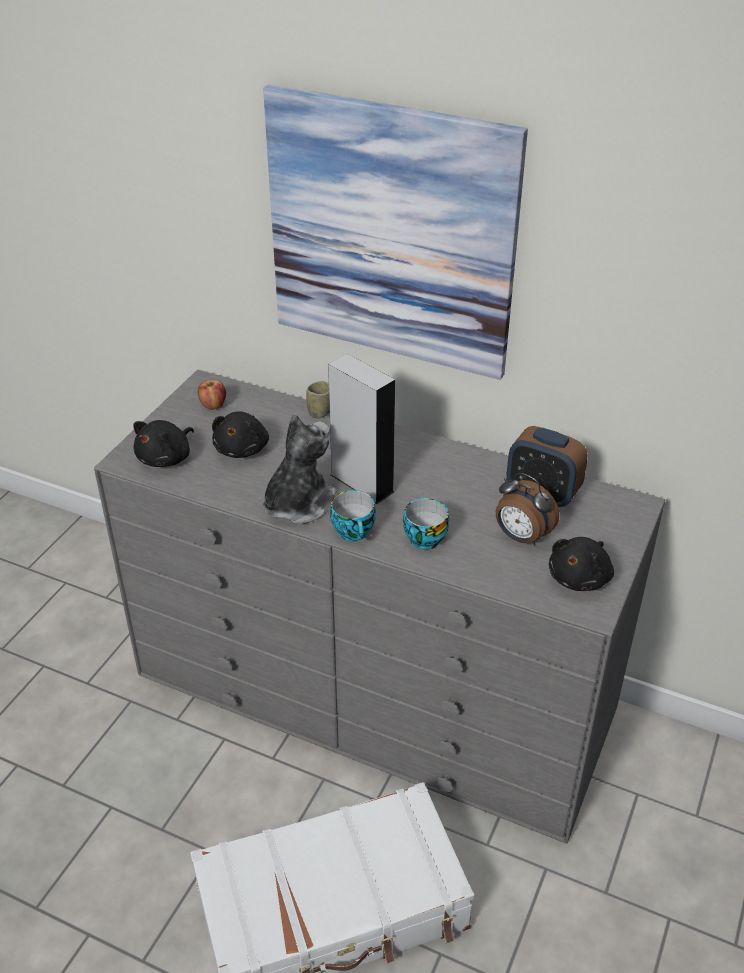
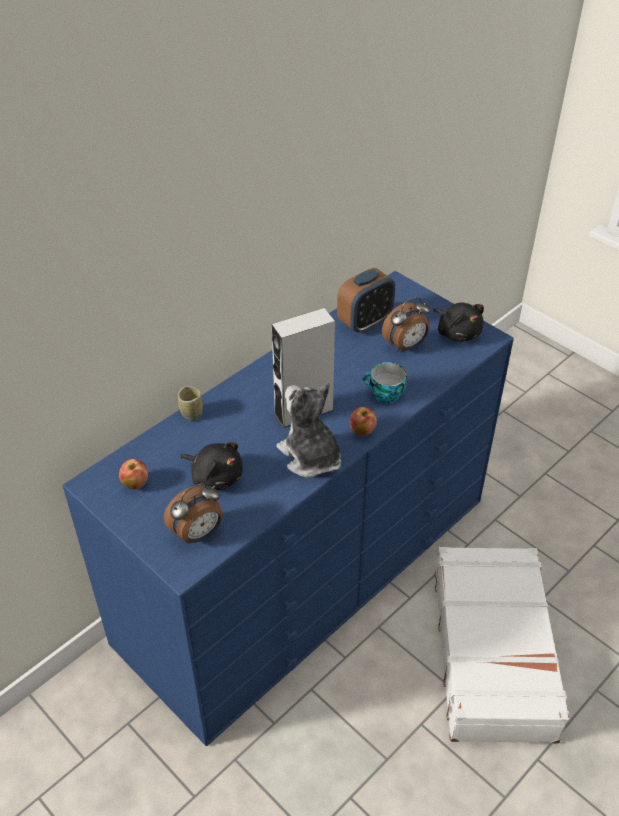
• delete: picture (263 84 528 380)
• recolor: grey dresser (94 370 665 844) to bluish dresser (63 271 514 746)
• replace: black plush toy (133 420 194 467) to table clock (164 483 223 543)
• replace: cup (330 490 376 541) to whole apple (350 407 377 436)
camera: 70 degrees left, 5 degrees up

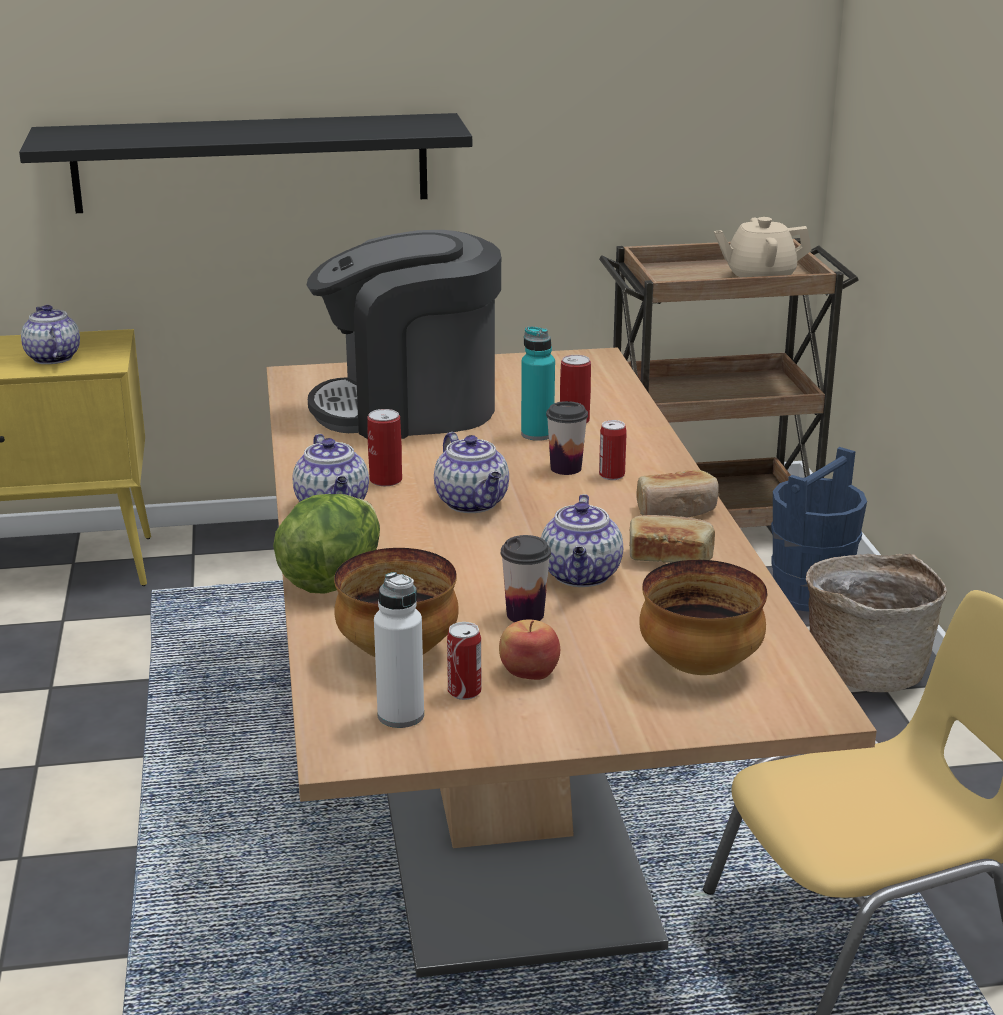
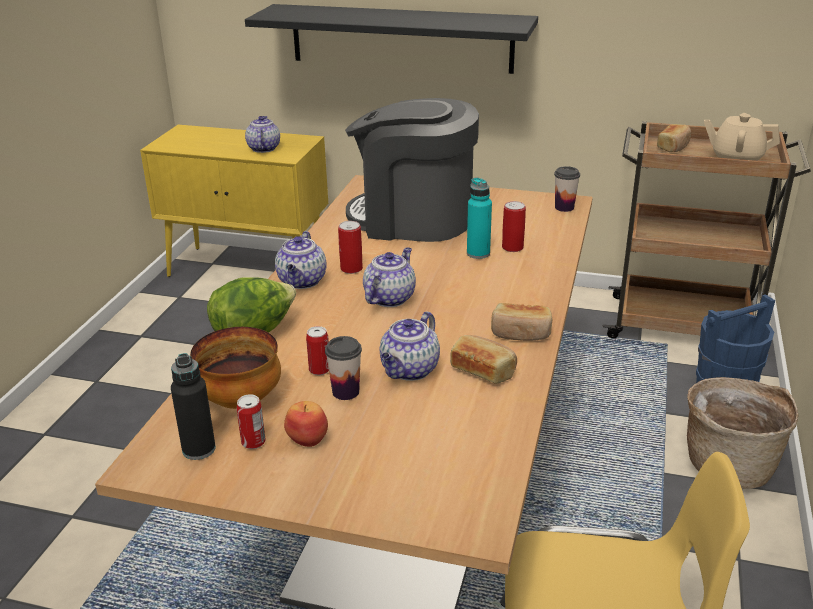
• move: cup (546 401 588 475) to (554 166 580 212)
• move: sealed can (599 420 627 480) to (306 326 329 375)
• rotate: teapot (434 432 509 513) = (363 247 416 307) 150 degrees counterclockwise
• delete: serving bowl (639 560 767 675)
• recolor: white beverage bottle (374 572 424 728) to black beverage bottle (171 353 216 460)
• insert: bread (657 124 691 152)
camera: 25 degrees right, 5 degrees up

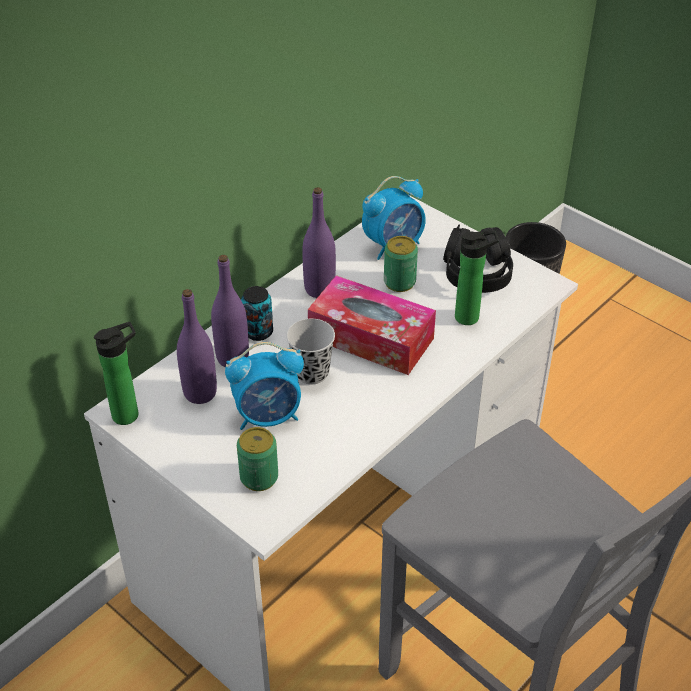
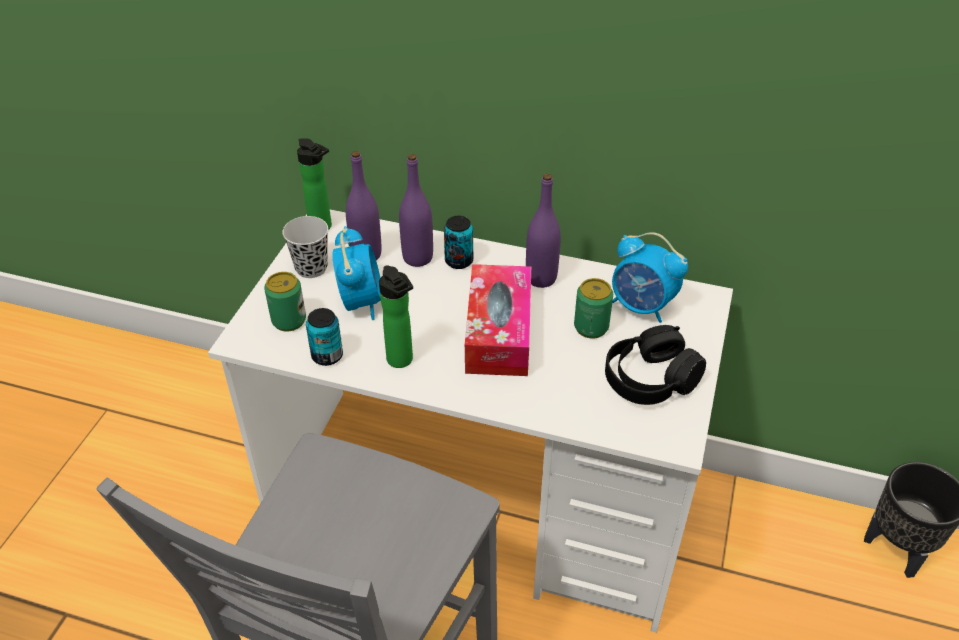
• move: beverage bottle (455 230 499 325) to (379 265 413 368)
• move: black cup (286 319 335 384) to (282 216 328 278)
• rotate: table clock (225 342 304 430) = (333 226 381 320) 150 degrees counterclockwise
• insert: sealed can (306 308 343 366)
camera: 65 degrees right, 0 degrees up

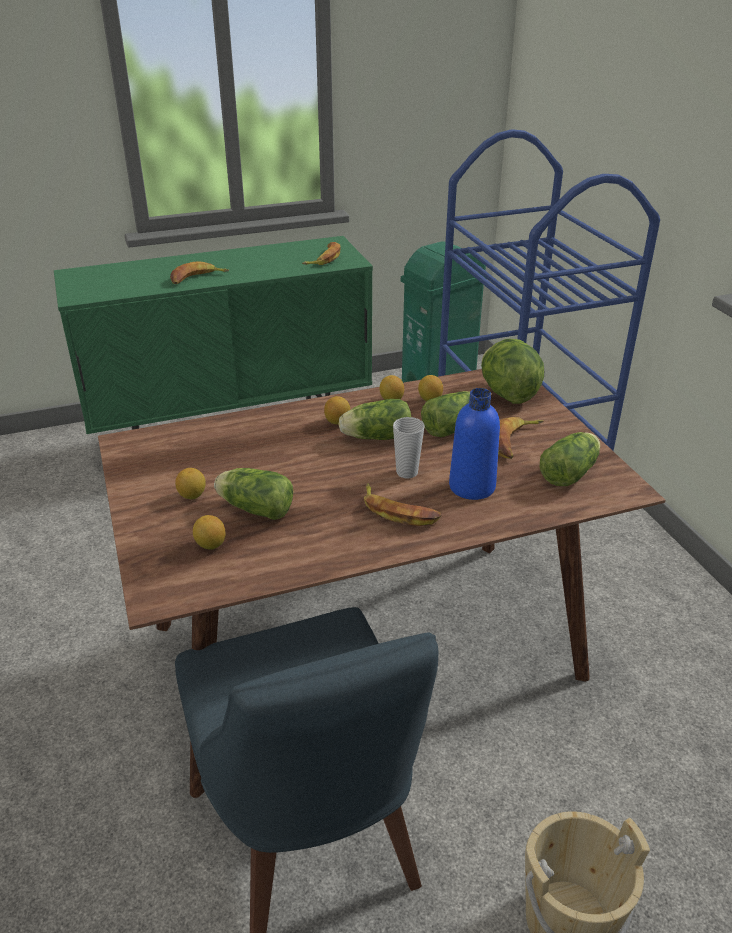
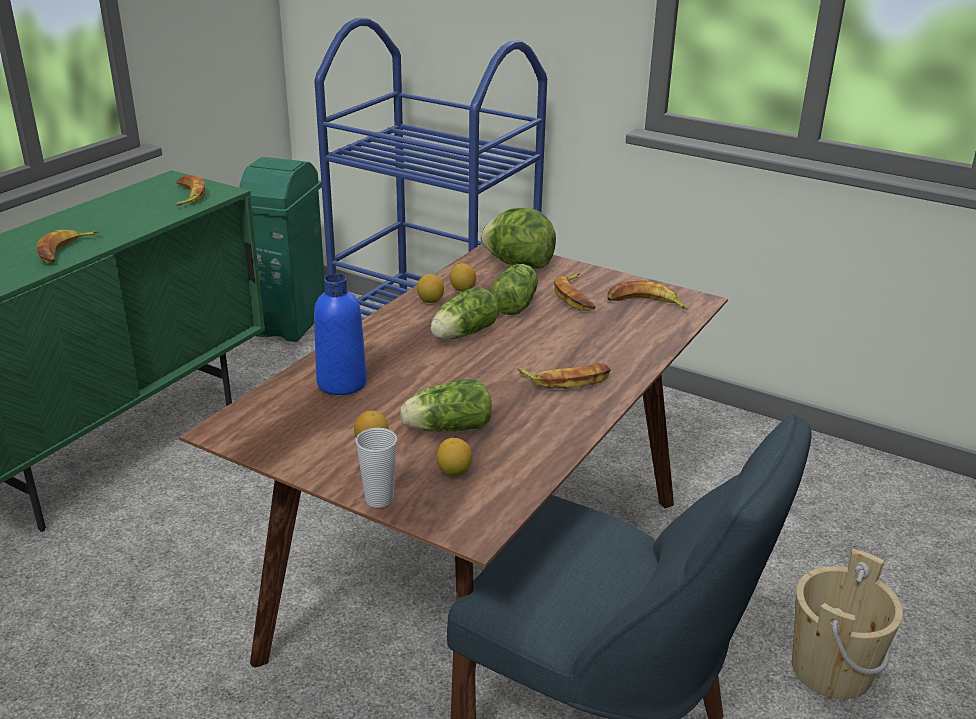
• move: bluish beverage bottle (449 388 500 500) to (314 274 367 395)
• delete: whole lemon (324 396 350 424)
• move: cup (393 417 425 479) to (356 427 397 508)
• replace: head of lettuce (540 432 600 486) to banana (607 280 688 310)
camera: 40 degrees left, 5 degrees down

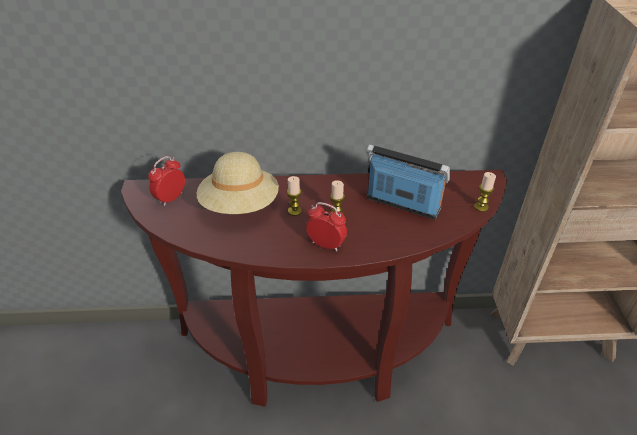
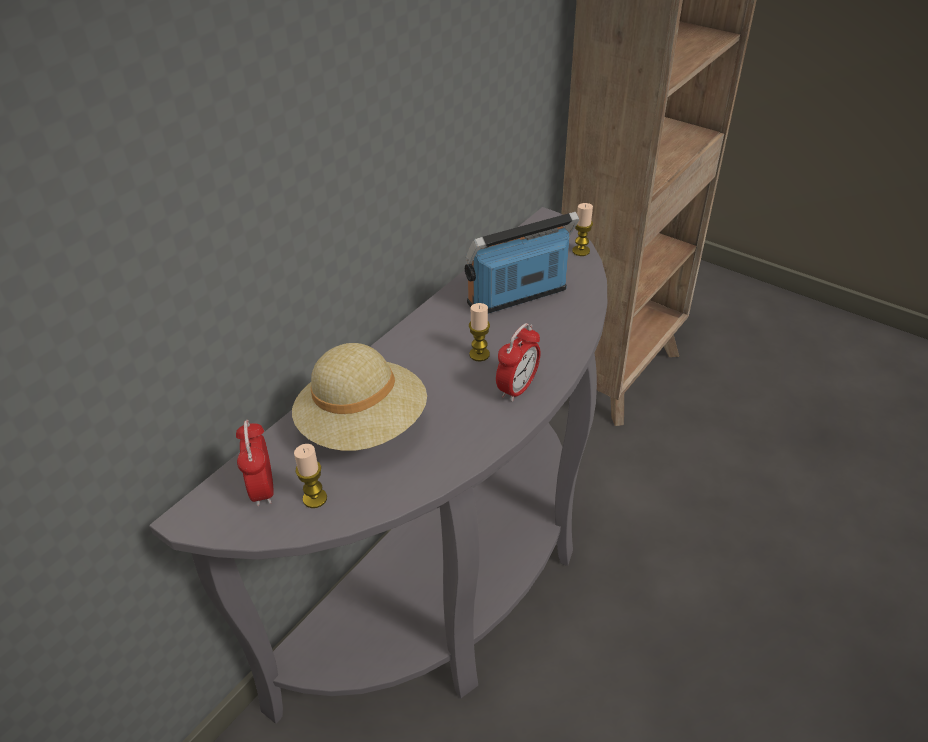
• recolor: brown hall table (121 170 507 407) to grey hall table (149 207 607 724)
• move: wax candle (287 176 302 216) to (294 444 327 508)
• rotate: table clock (306 202 347 251) = (496 323 540 402) 150 degrees clockwise
camera: 50 degrees left, 0 degrees up

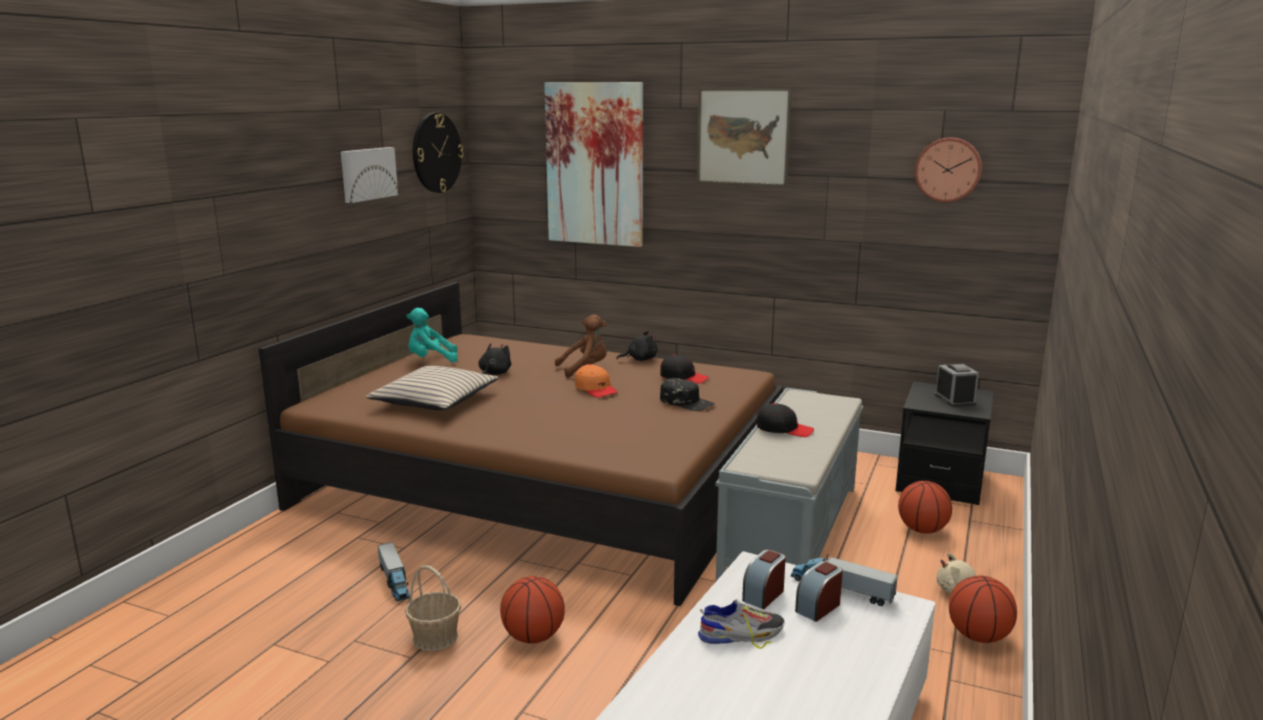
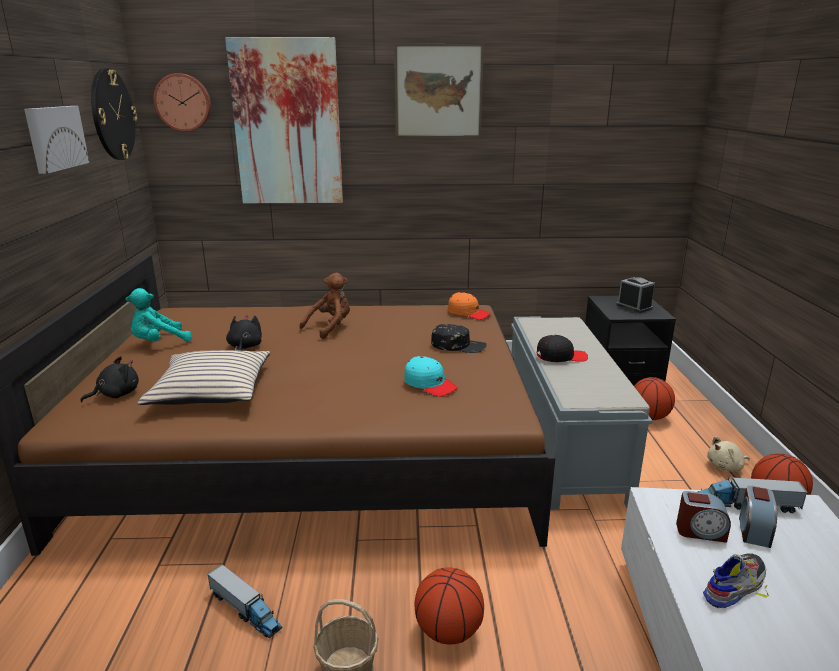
• move: wall clock (915 137 982 202) to (153 73 211 132)
• move: black plush toy (617 331 658 361) to (80 356 139 402)
• delete: black peaked cap (660 354 709 384)
• move: orangey peaked cap (575 364 618 398) to (448 292 491 320)
• rotate: table clock (742 550 786 609) = (676 491 731 543) 90 degrees counterclockwise
• insert: blue-green peaked cap (404 356 458 397)
camera: 25 degrees left, 5 degrees up

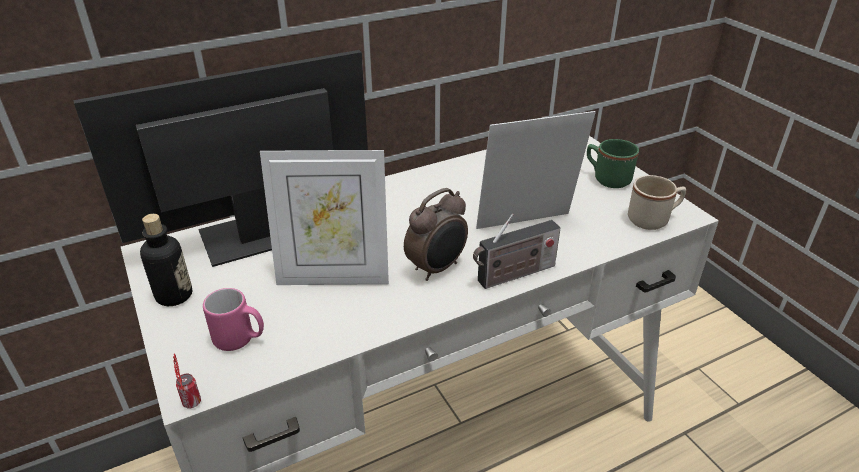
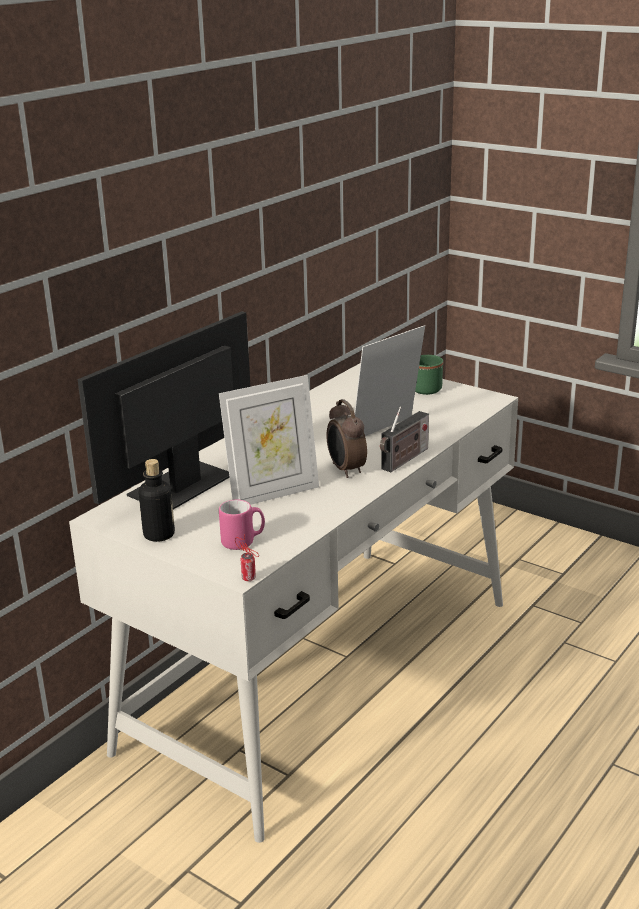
• delete: sand-coloured coffee mug (628 175 686 230)
• rotate: table clock (404 188 468 281) = (326 399 367 478) 135 degrees clockwise
camera: 25 degrees left, 10 degrees down

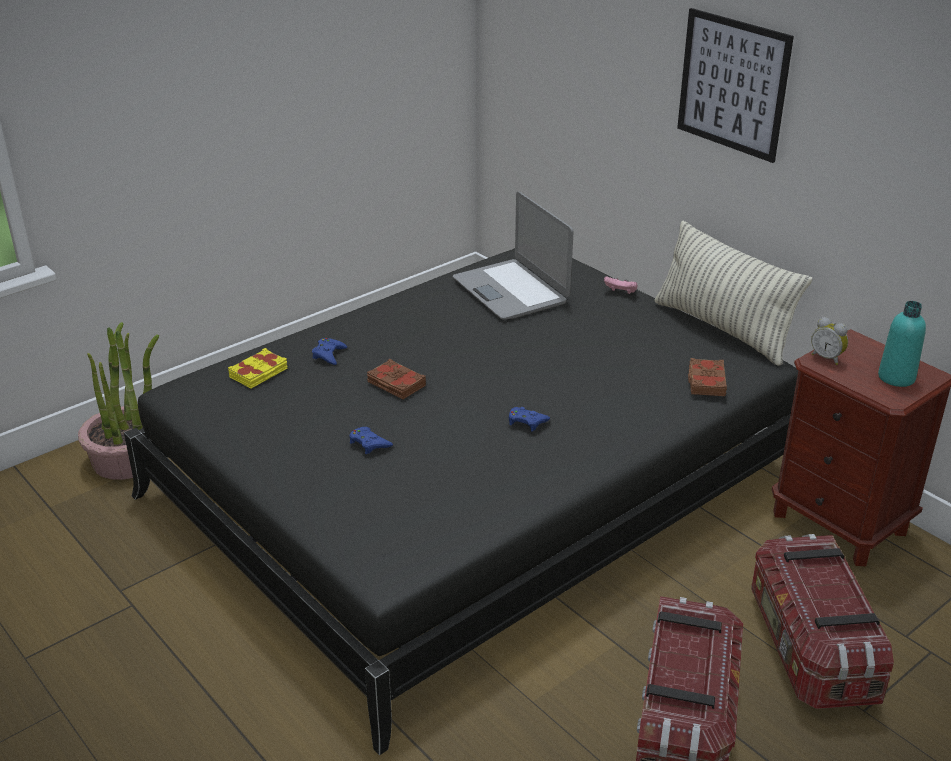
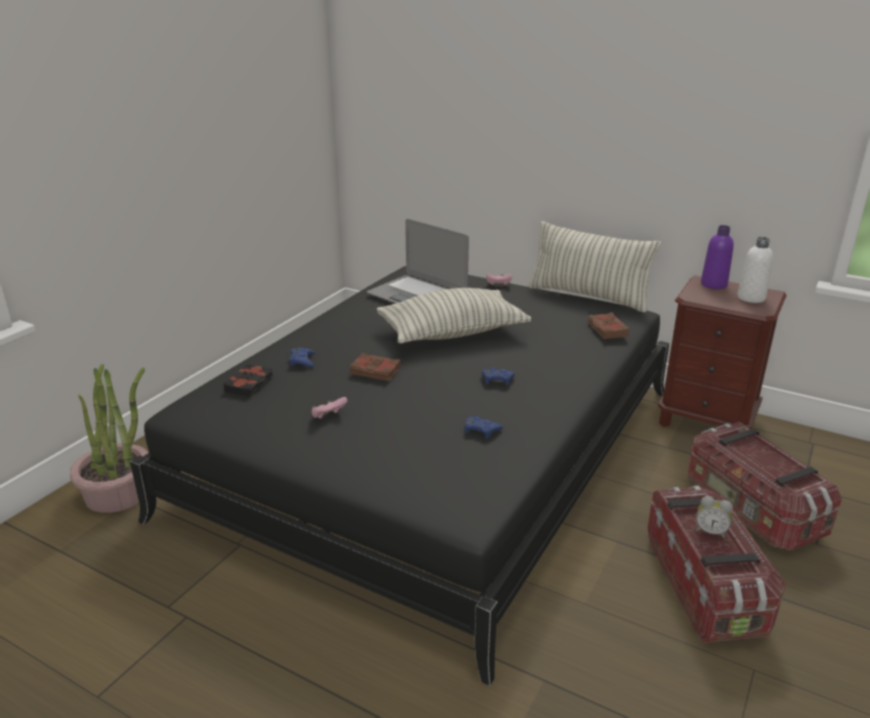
• delete: picture (677 8 794 163)
• recolor: blue-green beverage bottle (878 301 926 387) to white beverage bottle (737 237 773 303)
• move: table clock (811 317 848 365) to (695 496 733 539)
• recolor: yellow volume (228 348 287 388) to black volume (223 363 273 397)
• move: bluish game controller (349 427 393 454) to (465 416 503 439)
• insert: purple beverage bottle (701 225 734 289)
• insert: cushion (377 288 531 344)
• insert: pinkish game controller (312 397 348 419)
camera: 20 degrees left, 5 degrees down

